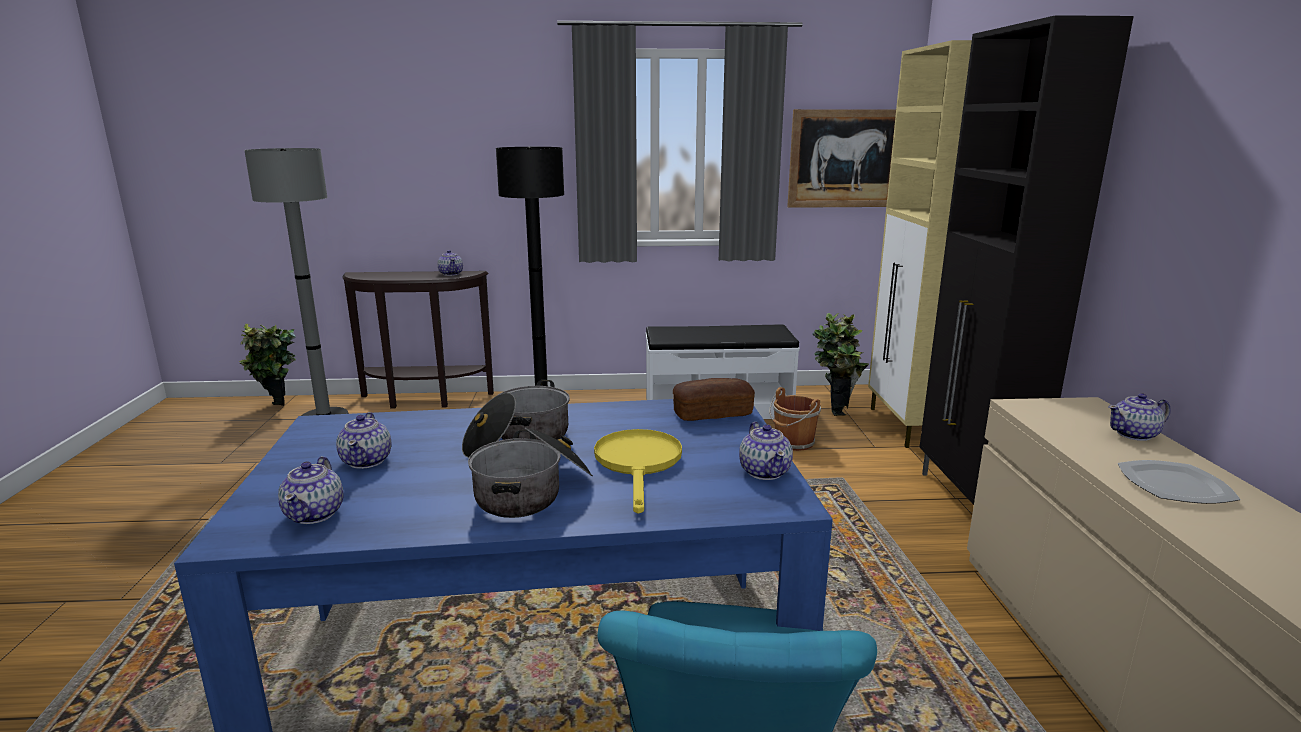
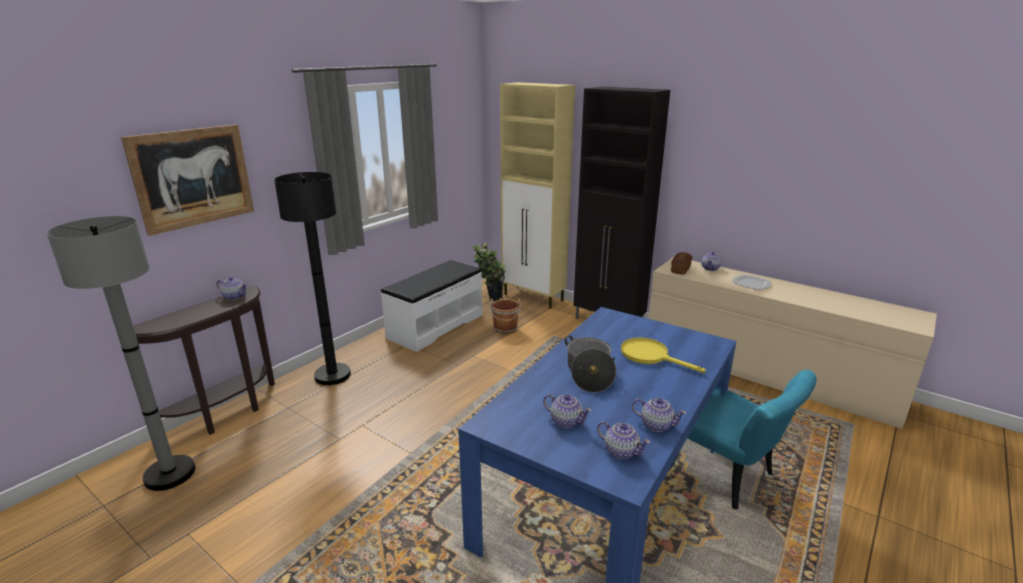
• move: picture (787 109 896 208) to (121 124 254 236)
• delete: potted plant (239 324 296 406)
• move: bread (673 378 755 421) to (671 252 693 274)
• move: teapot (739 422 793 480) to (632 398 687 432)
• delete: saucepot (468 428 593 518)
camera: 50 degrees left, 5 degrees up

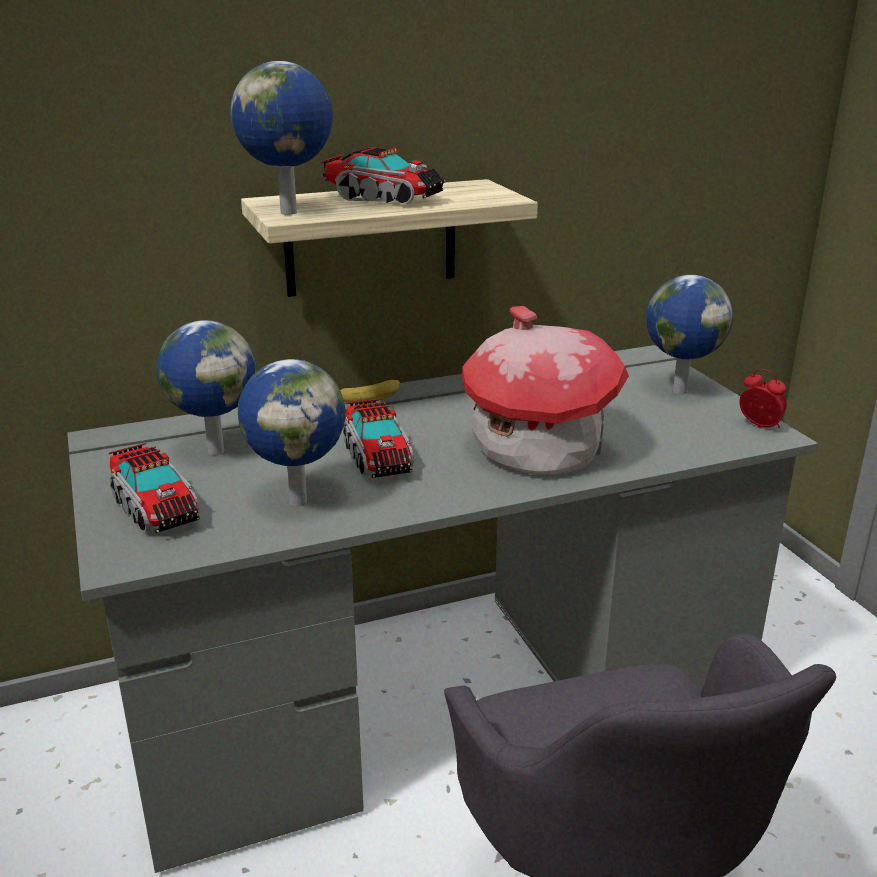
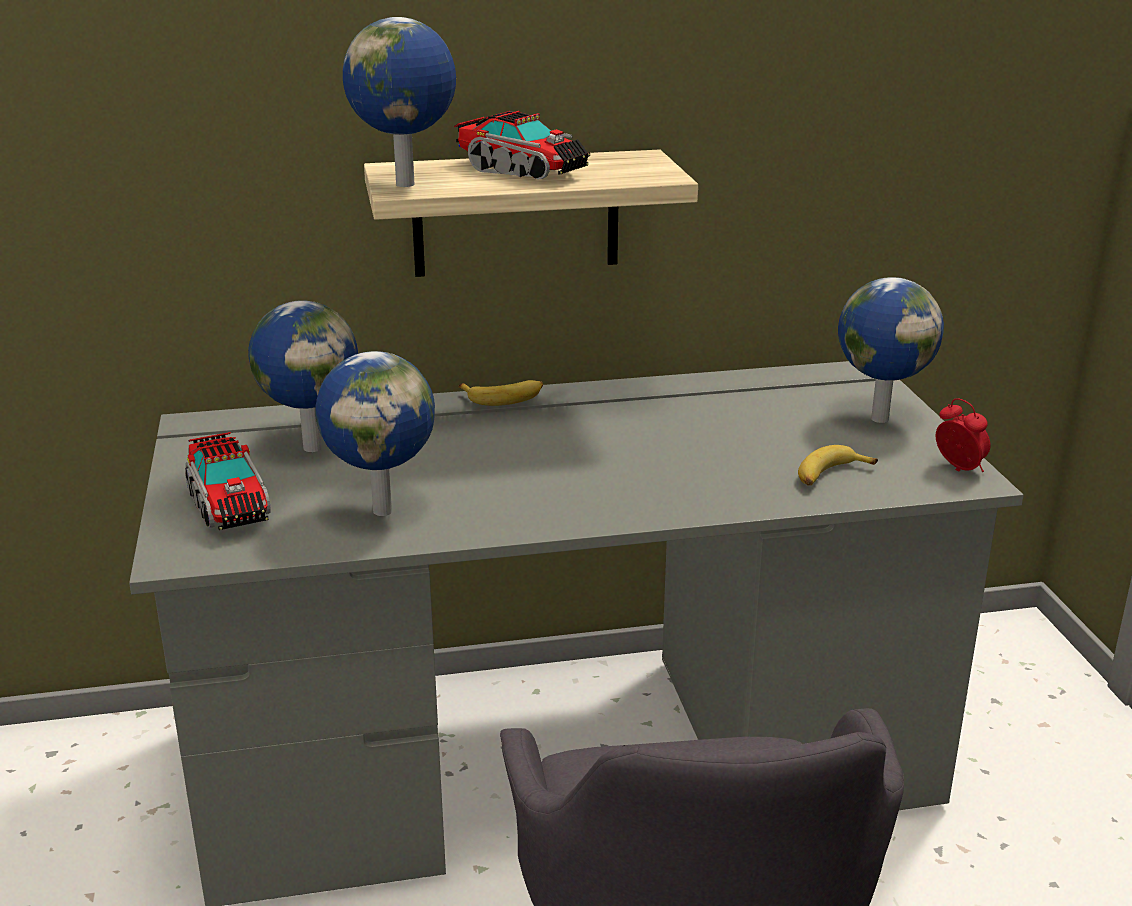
• delete: miniature house (462 306 629 475)
• delete: toy truck (343 399 414 478)
• insert: banana (798 445 878 486)
camera: 10 degrees right, 0 degrees up

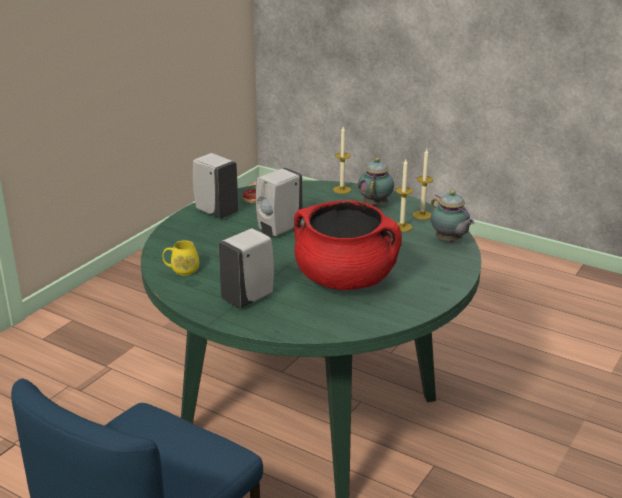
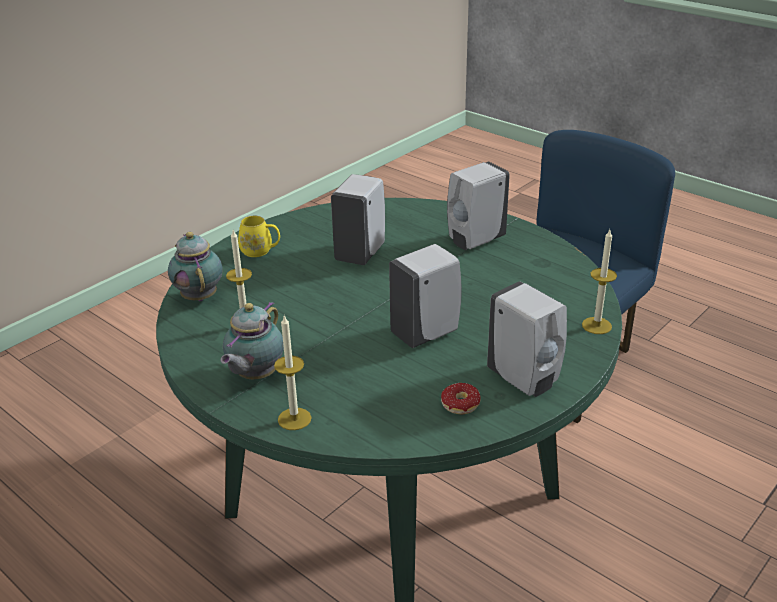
• move: wax candle (413 149 433 220) to (582 230 617 334)
• replace: reddish saucepot (294 200 402 290) to white soap bottle (331 174 385 265)
• move: yellow coffee mug (162 240 199 276) to (238 216 280 257)
camera: 170 degrees left, 5 degrees up

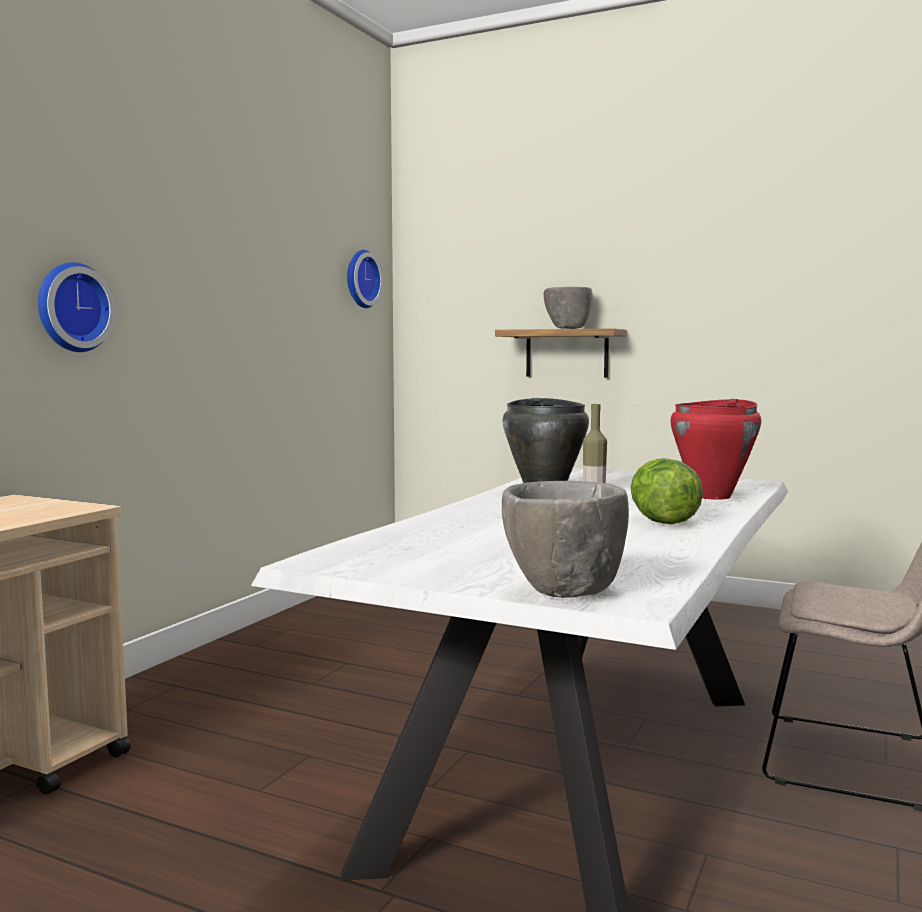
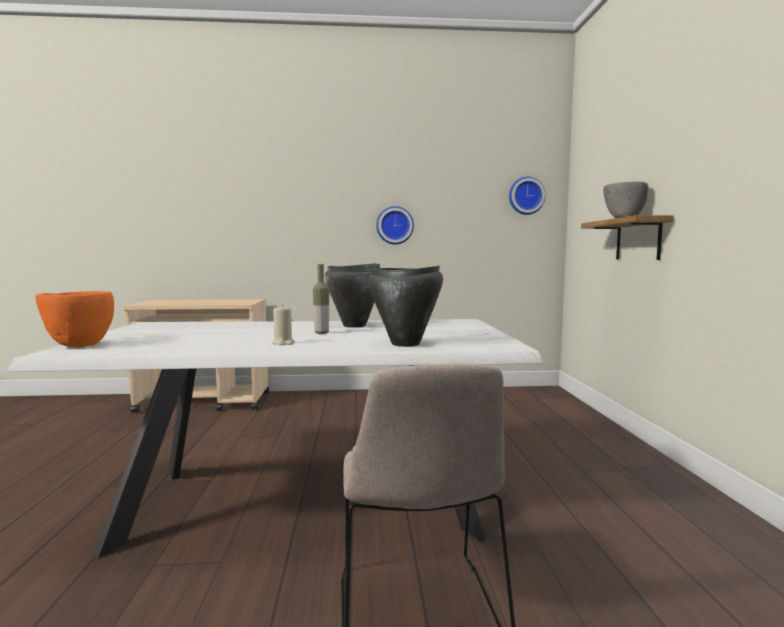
• move: wall clock (38 262 116 352) to (376 206 414 244)
• recolor: reddish saucepot (670 399 761 500) to black saucepot (368 265 443 347)
• replace: head of lettuce (631 458 703 524) to sand-coloured wax candle (272 305 295 345)
• recolor: grey serving bowl (502 481 629 598) to orangey serving bowl (35 291 114 347)
camera: 60 degrees right, 0 degrees up

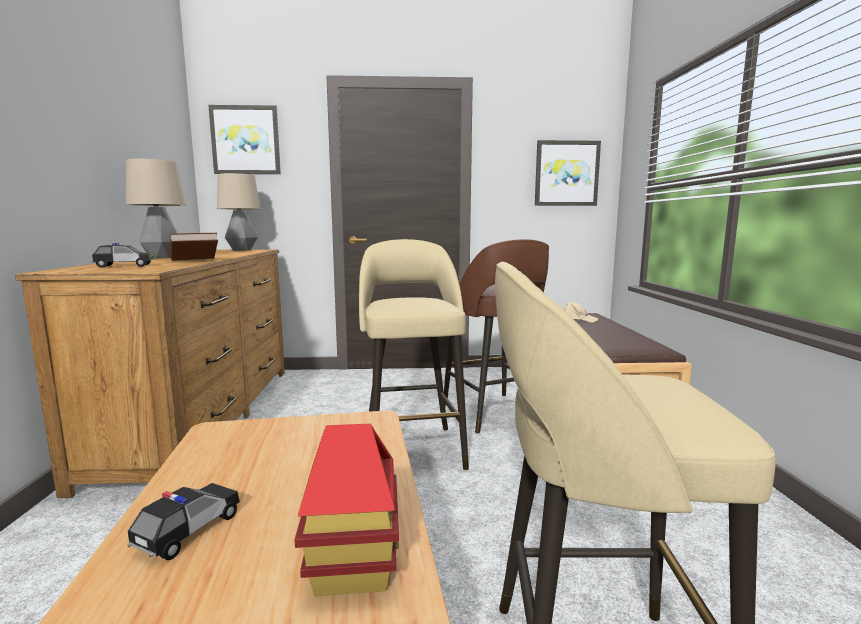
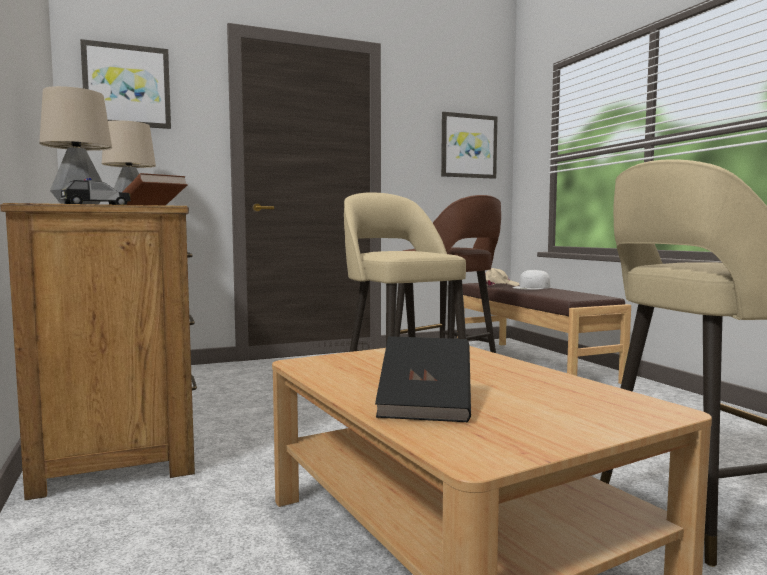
• delete: miniature house (295 424 399 596)
• replace: model car (128 483 240 560) to black volume (375 336 471 422)
• insert: white peaked cap (513 269 550 290)
camera: 20 degrees left, 5 degrees down

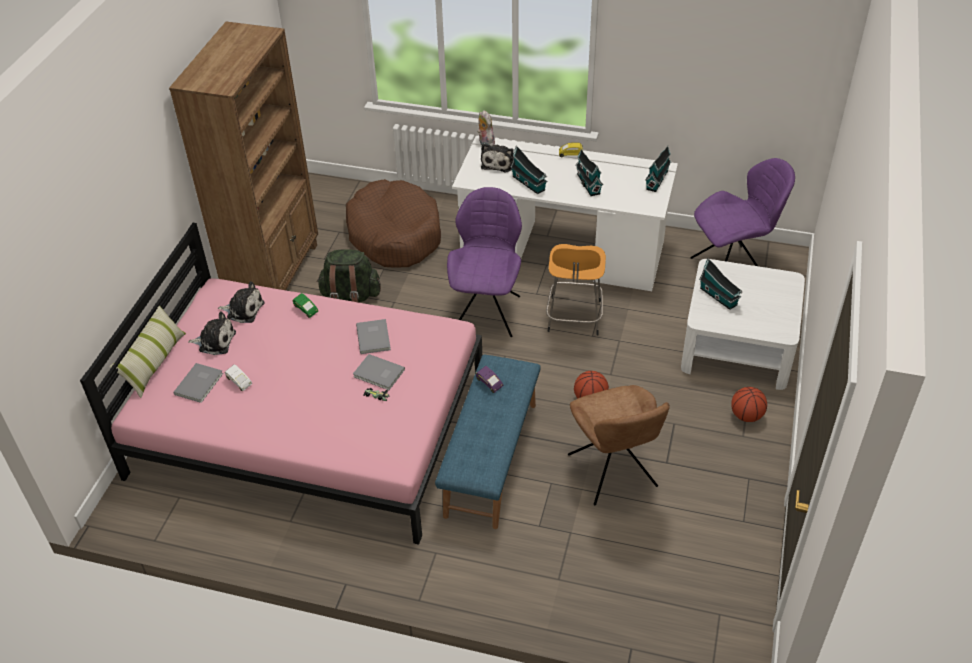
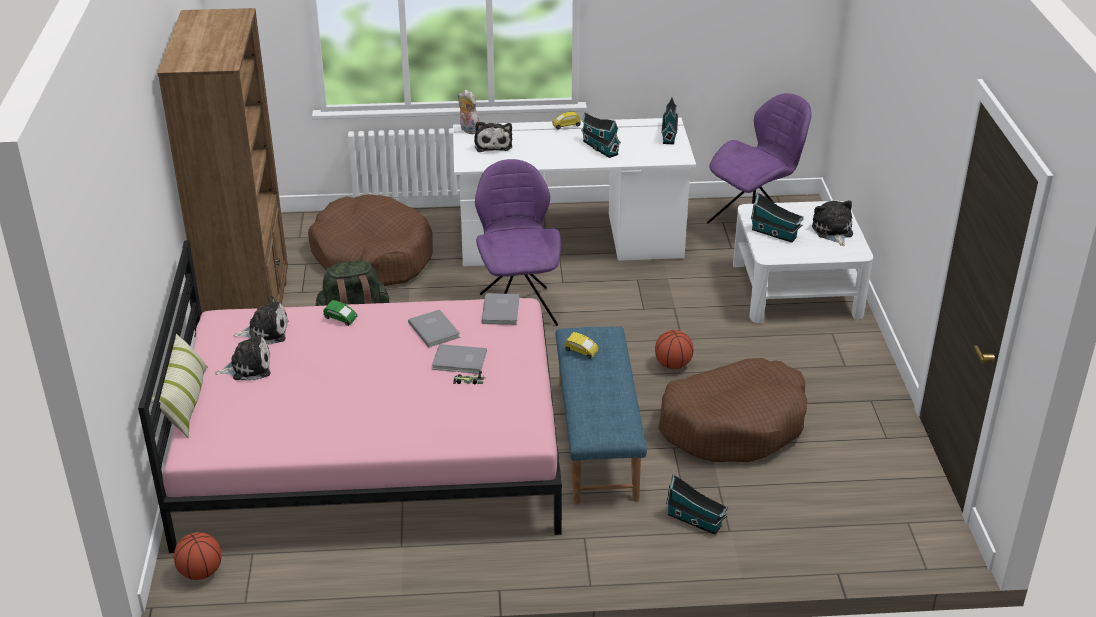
• move: miniature house (510 145 548 194) to (666 474 728 535)
• delete: orangey stool (546 244 606 335)
• move: grey volume (174 363 223 403) to (482 293 519 325)
• delete: white model car (225 364 252 391)
• recolor: purple model car (476 366 503 393) to yellow model car (564 332 599 359)
• replace: brown chair (568 385 670 506) to brown pet bed (658 358 807 462)
• move: basketball ball (731 387 767 422) to (174 532 222 580)
• insert: plush toy (812 200 853 246)
camera: 20 degrees left, 10 degrees down

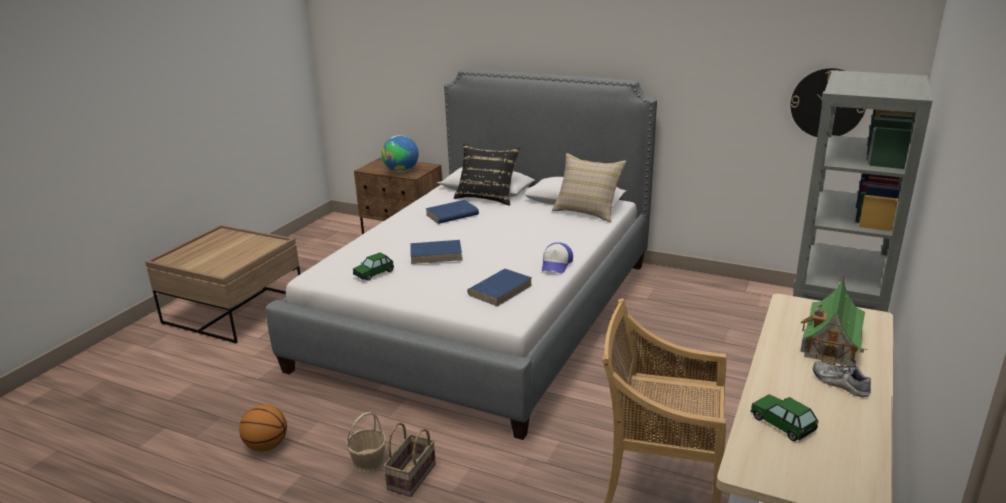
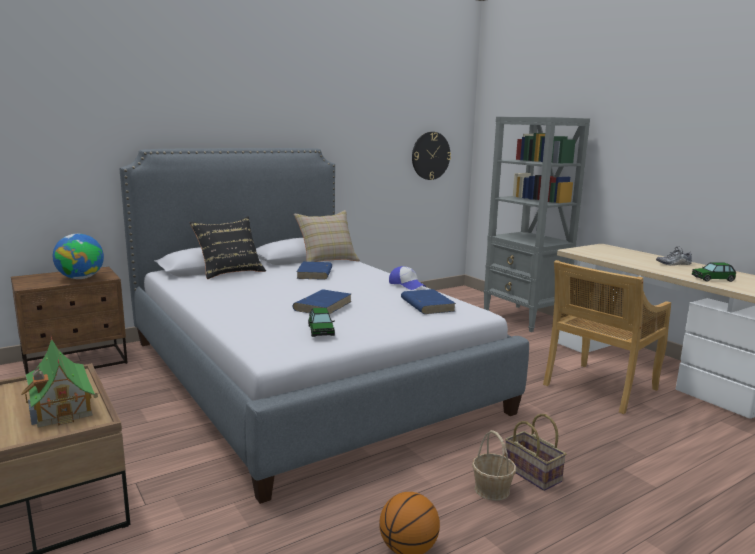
• move: bluish volume (425 200 479 224) to (296 262 332 280)
• move: miniature house (800 277 868 365) to (21 337 101 428)
camera: 60 degrees left, 10 degrees down

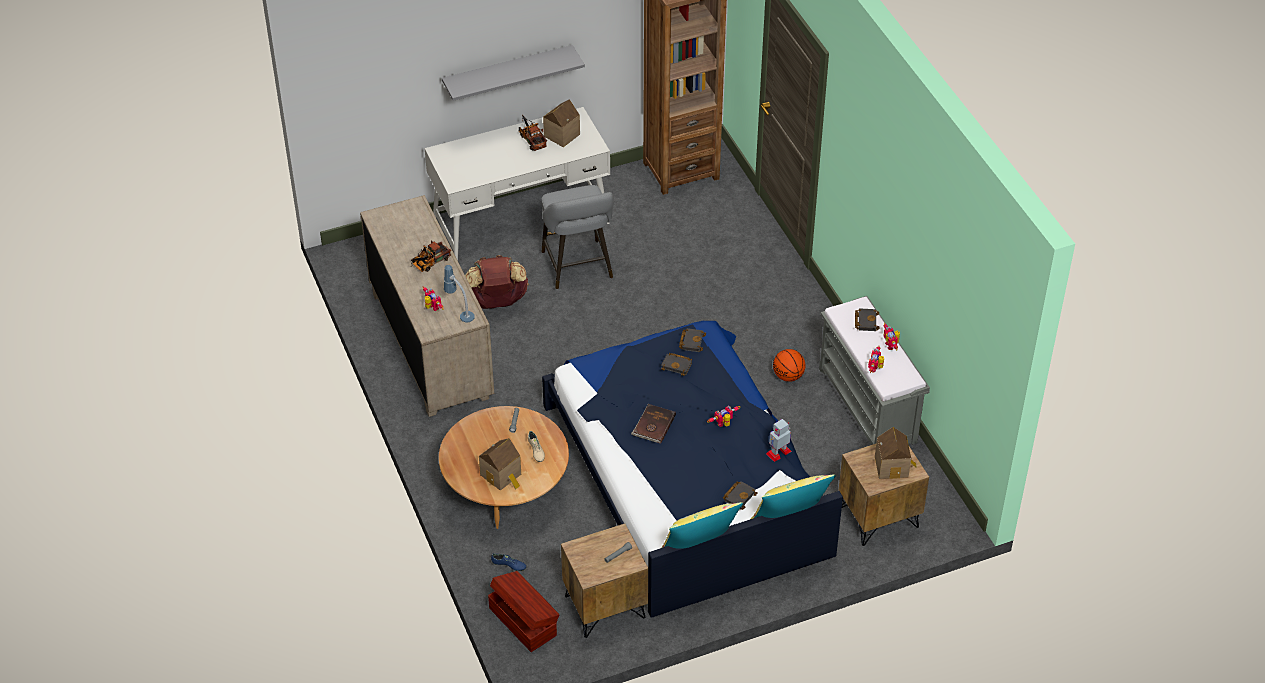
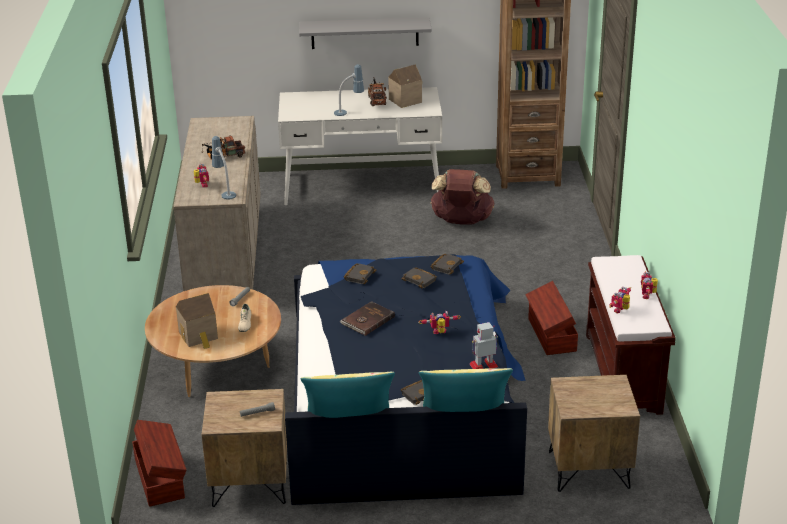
• delete: grey stool (541 185 614 289)
• move: brown backpack (465 255 529 309) to (430 169 495 225)
• recolor: grey indoor bench (819 296 930 445) to brown indoor bench (586 255 675 415)
• move: black volume (855 308 879 331) to (344 263 377 284)
• replace: basketball ball (773 349 806 382) to brown storage box (525 281 578 355)
• delete: miniature house (875 427 917 479)
• delete: bluish shoe (491 553 526 571)
• insert: table lamp (334 64 364 116)
camera: 20 degrees right, 15 degrees down

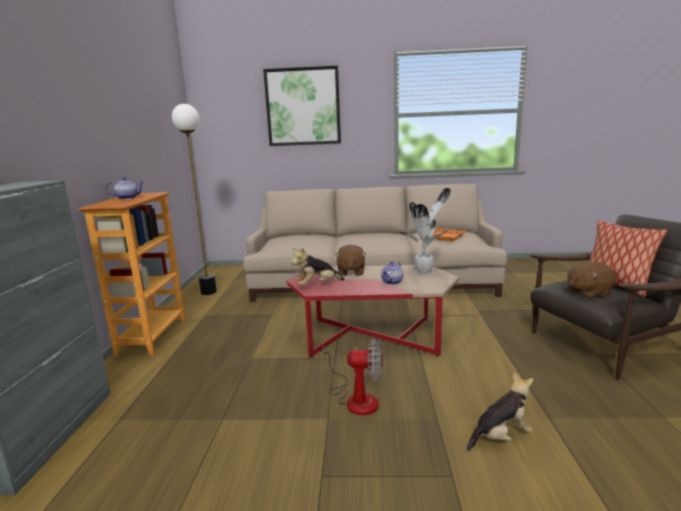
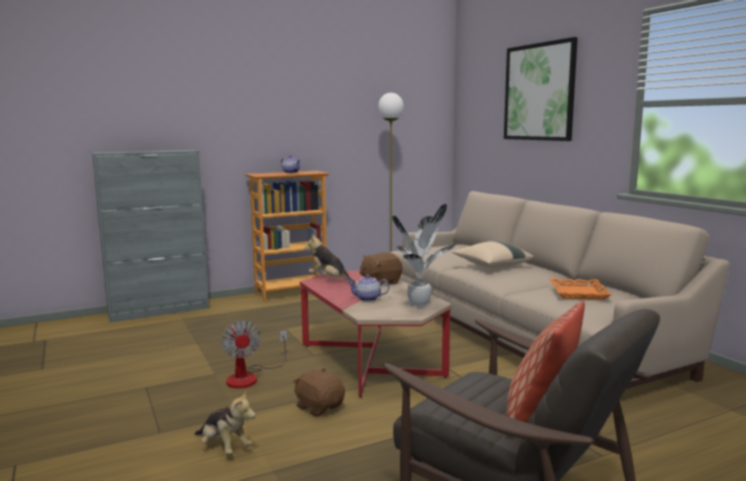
• move: brown plush toy (567 262 616 299) to (293 368 345 417)
• insert: sand-coloured cushion (453 241 534 268)
camera: 60 degrees right, 5 degrees down

